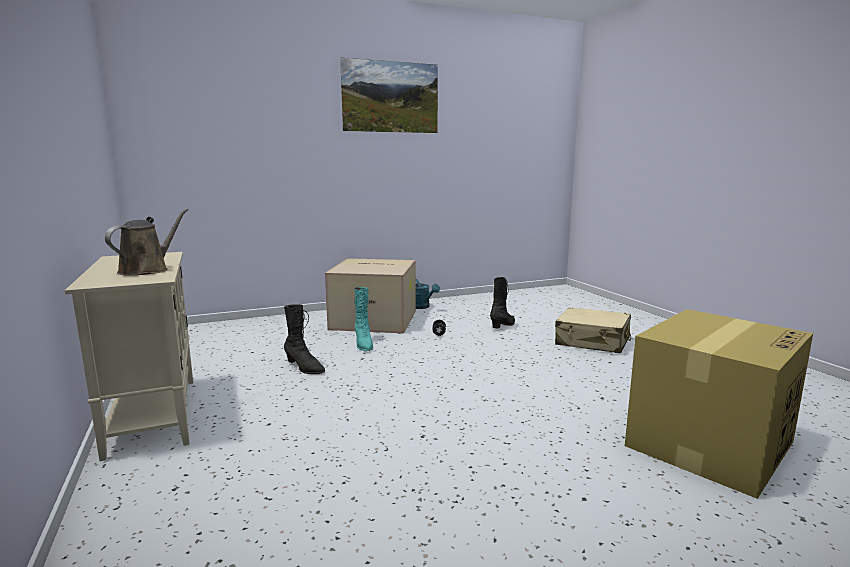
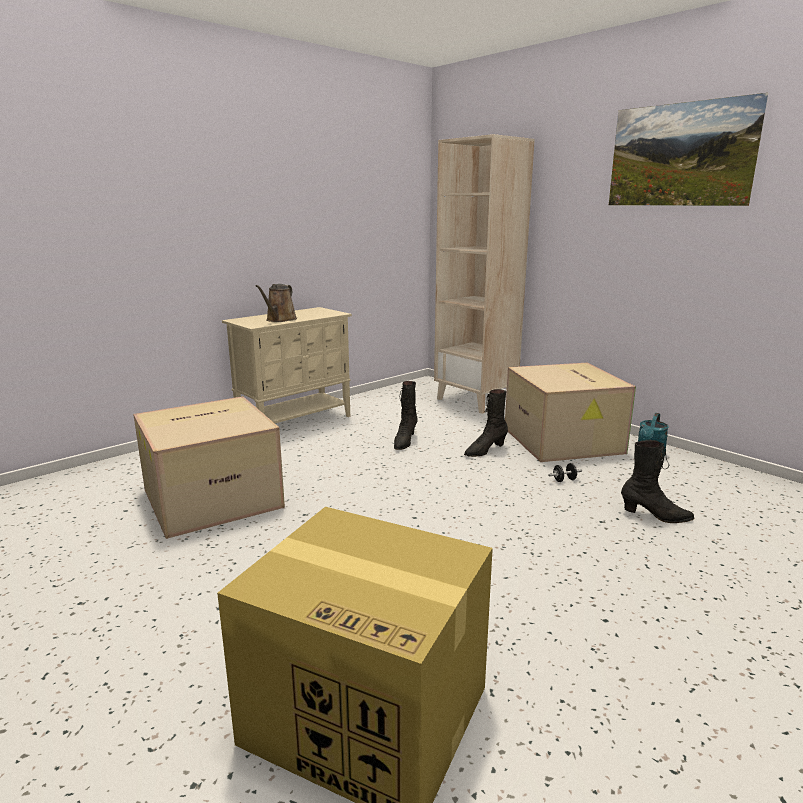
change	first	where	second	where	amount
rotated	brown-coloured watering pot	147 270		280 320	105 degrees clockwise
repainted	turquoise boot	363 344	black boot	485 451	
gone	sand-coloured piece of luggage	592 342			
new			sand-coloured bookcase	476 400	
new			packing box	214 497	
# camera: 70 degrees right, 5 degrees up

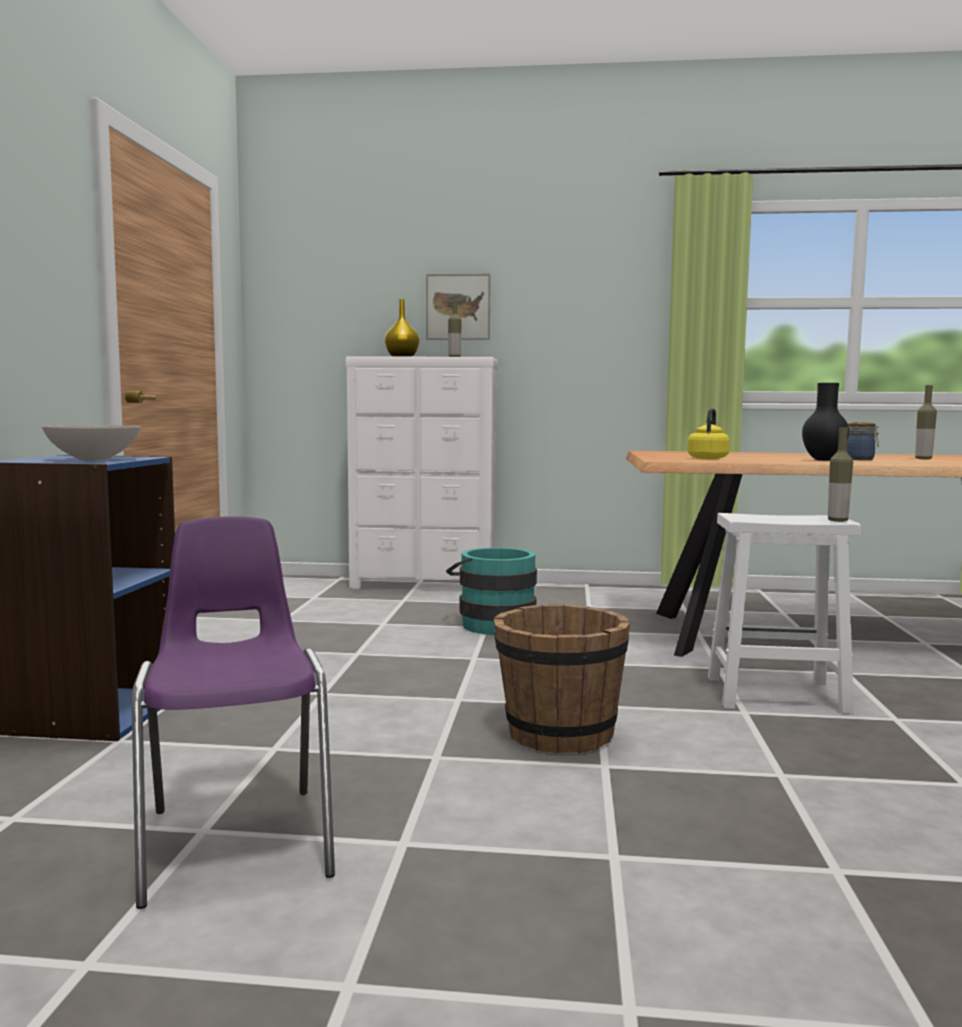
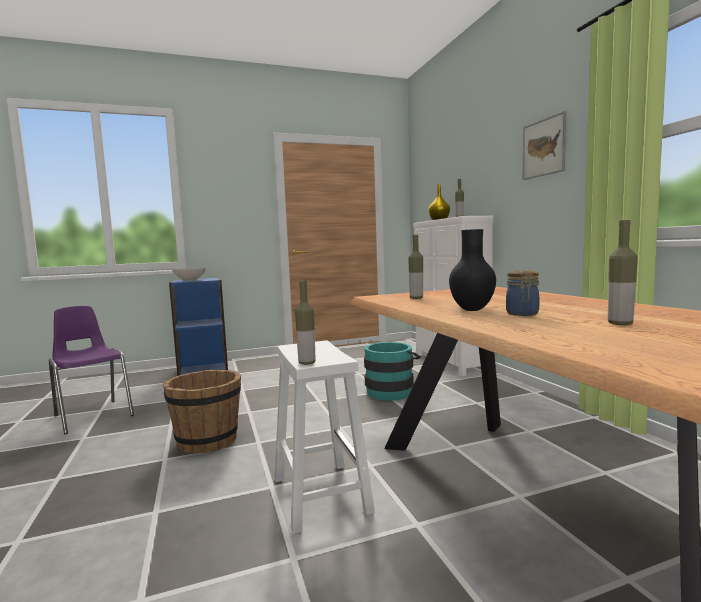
change	first	where	second	where	amount
shifted	picture	458 307		544 147	
swapped	yellow water kettle	708 458	beverage bottle	416 298	
rotated	purple-coloured plain chair	237 839		93 415	90 degrees counterclockwise
# camera: 65 degrees right, 0 degrees up

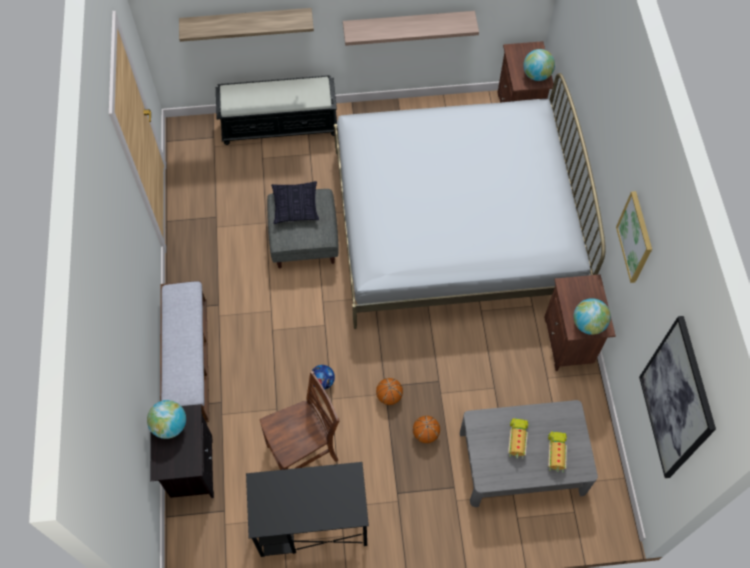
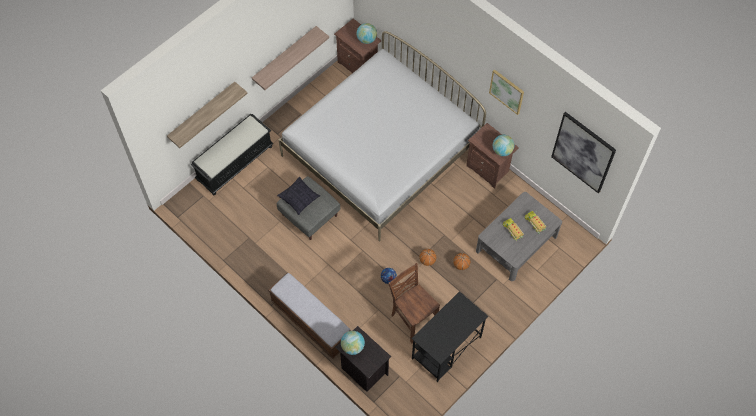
change	first	where	second	where	amount
rotated	brown-coloured plain chair	304 454		412 319	60 degrees counterclockwise
# camera: 40 degrees left, 0 degrees up

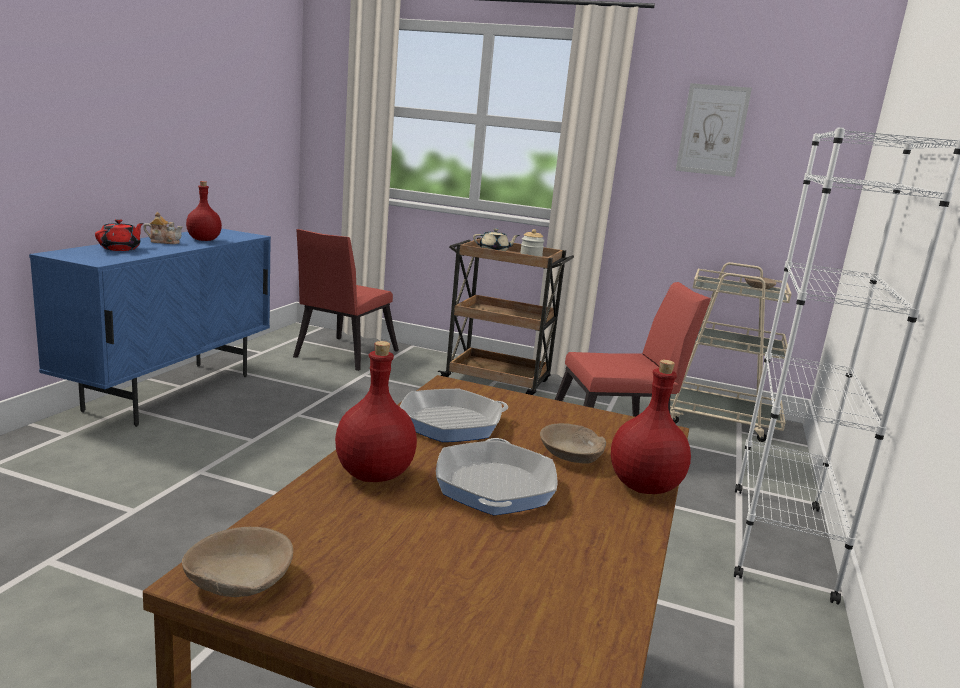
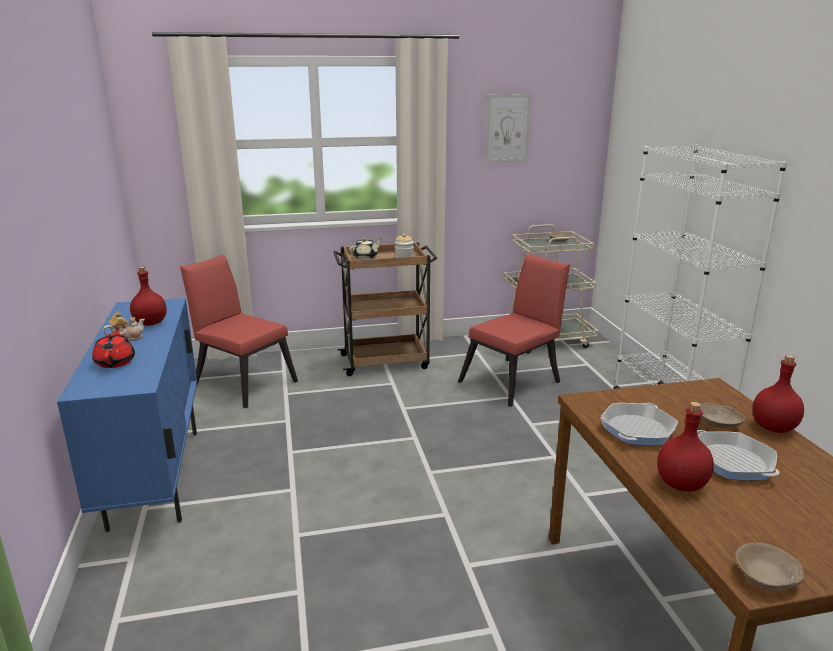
change	first	where	second	where	amount
rotated	reddish plain chair	342 355		242 382	135 degrees clockwise
# camera: 30 degrees left, 5 degrees up

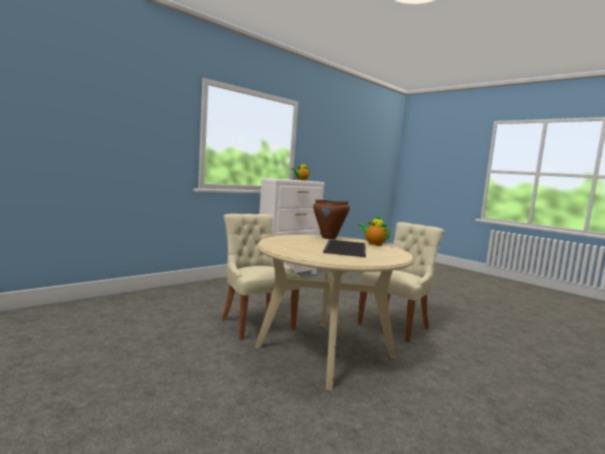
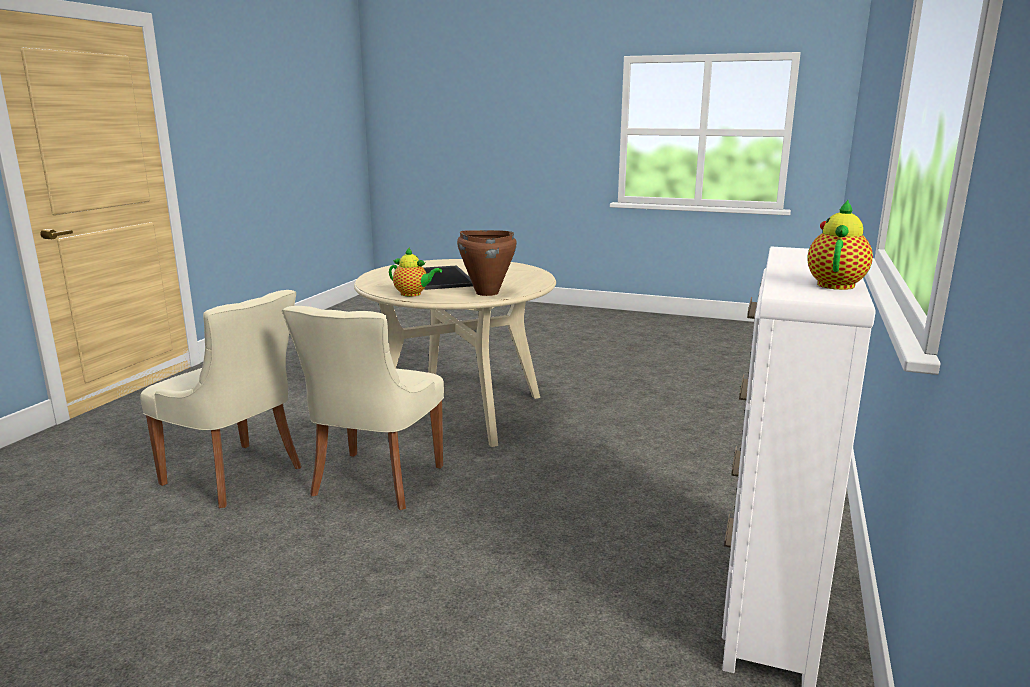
change	first	where	second	where	amount
shifted	sand-coloured plain chair	255 323		237 476	
# camera: 155 degrees right, 10 degrees up

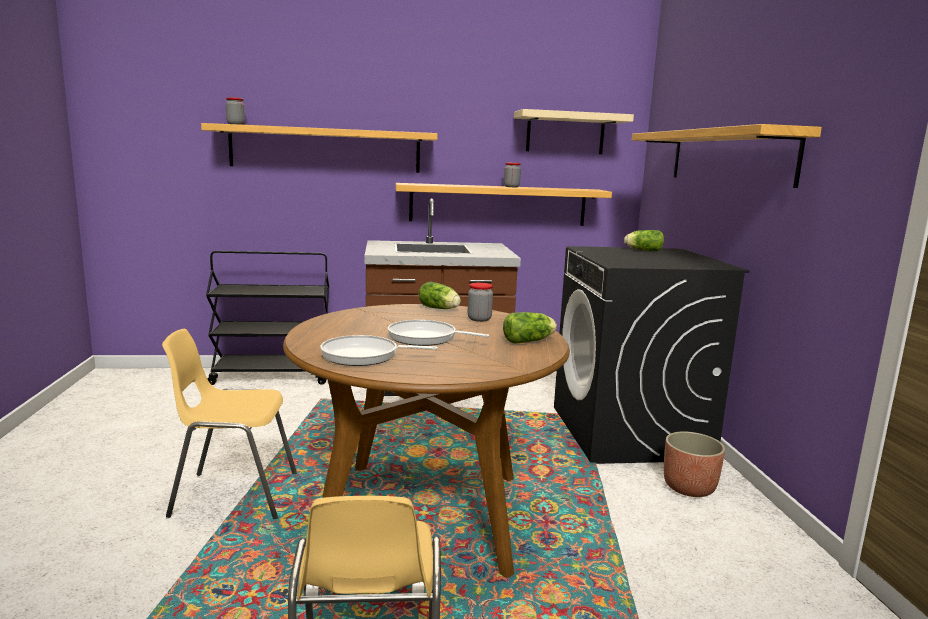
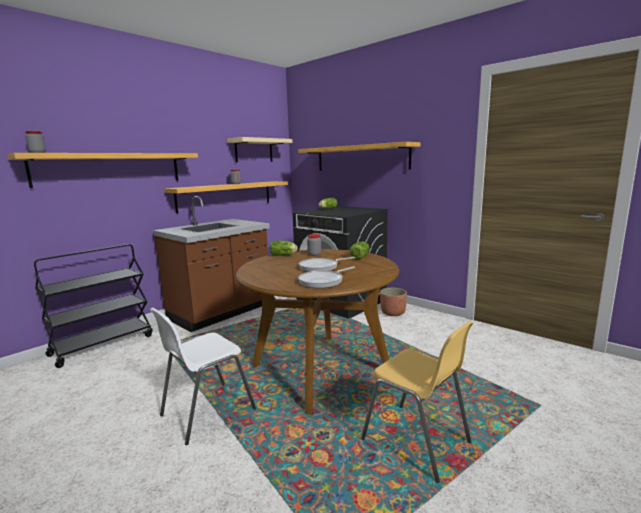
change	first	where	second	where	amount
repainted	yellow plain chair	234 494	white-coloured plain chair	206 412	
# camera: 40 degrees left, 0 degrees up

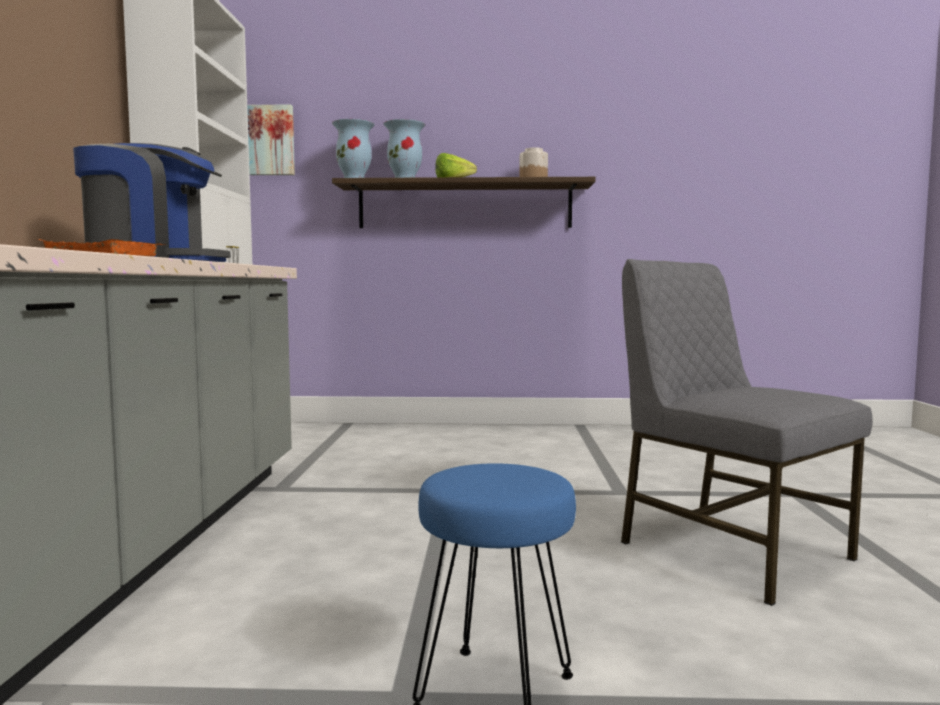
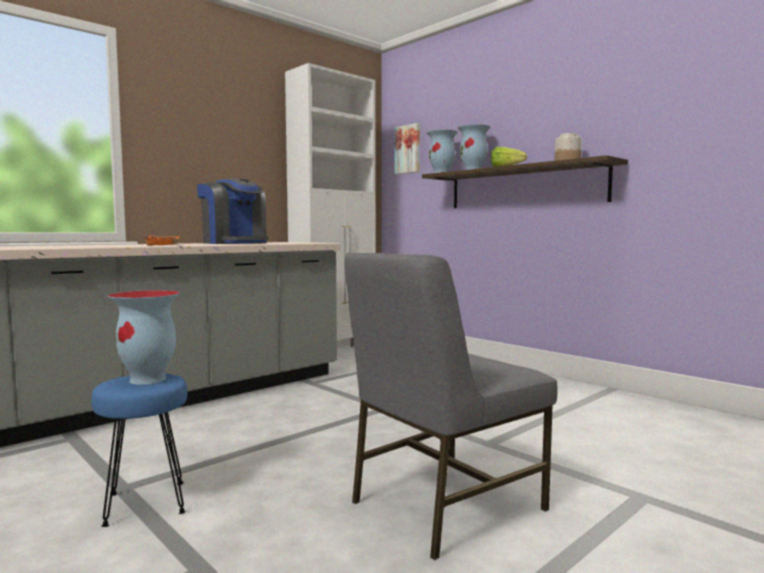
change	first	where	second	where	amount
rotated	grey plain chair	729 550		443 505	135 degrees counterclockwise
new			vase	149 379	
# camera: 45 degrees right, 0 degrees up

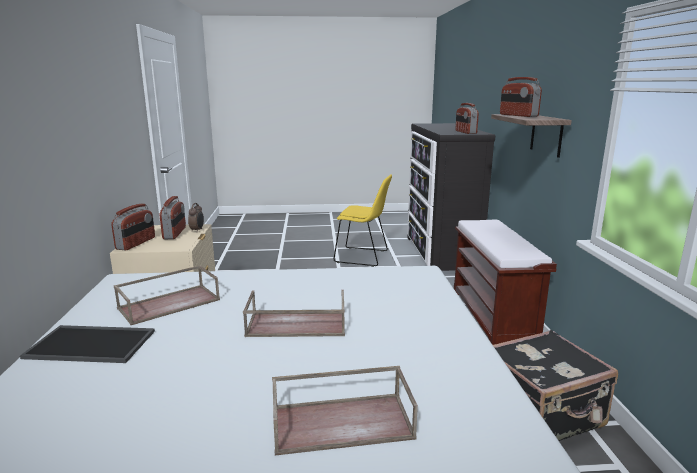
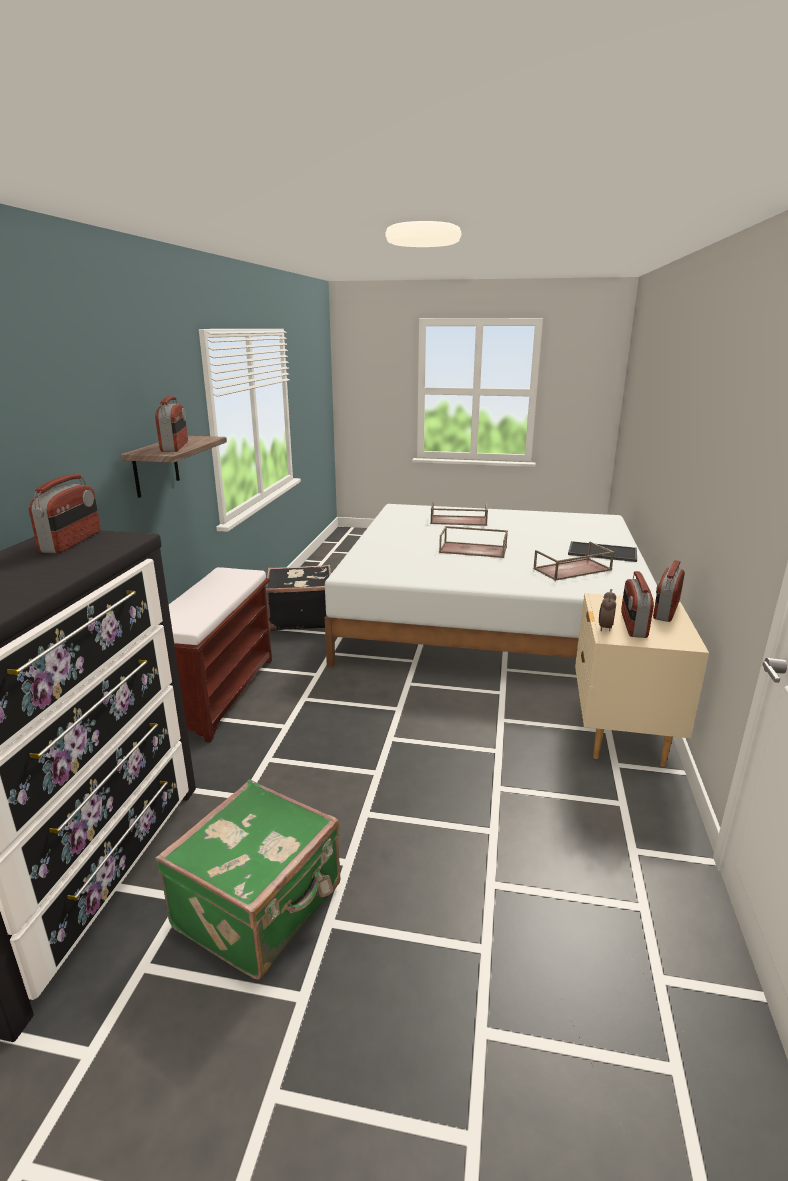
change	first	where	second	where	amount
swapped	yellow plain chair	363 257	greenish piece of luggage	261 907	
# camera: 165 degrees left, 5 degrees up

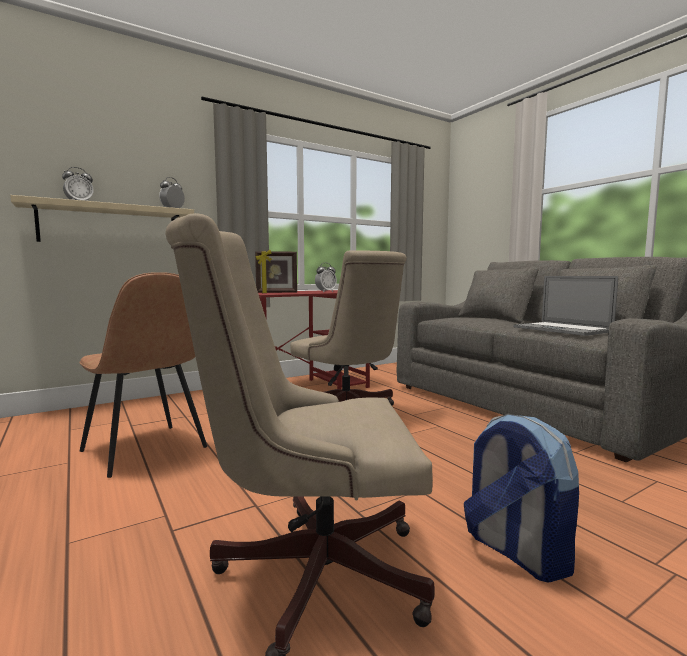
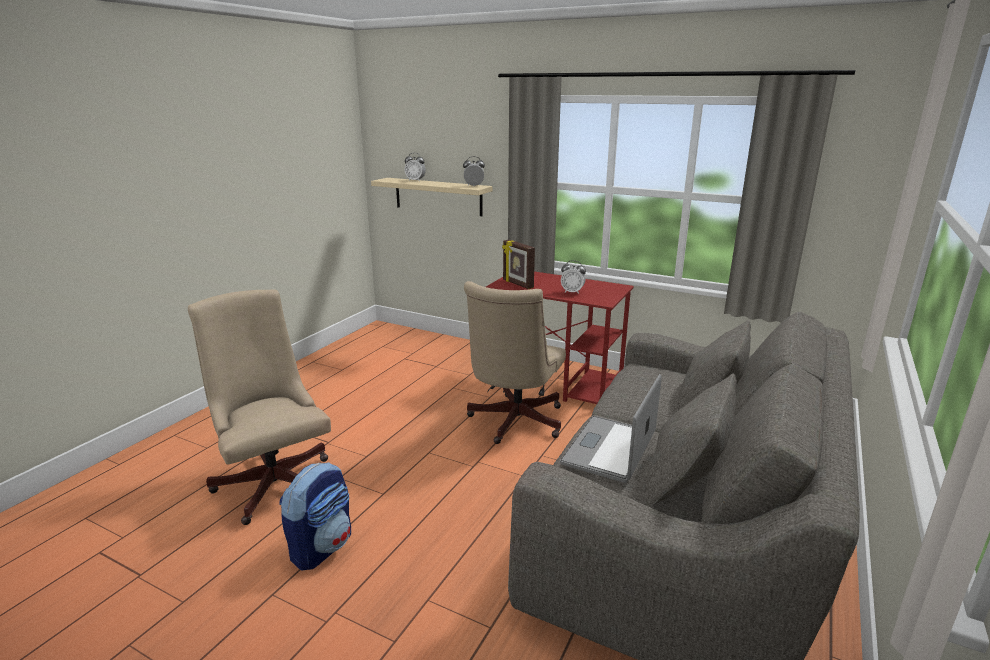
change	first	where	second	where	amount
gone	brown-coloured plain chair	145 450			
# camera: 60 degrees right, 15 degrees up

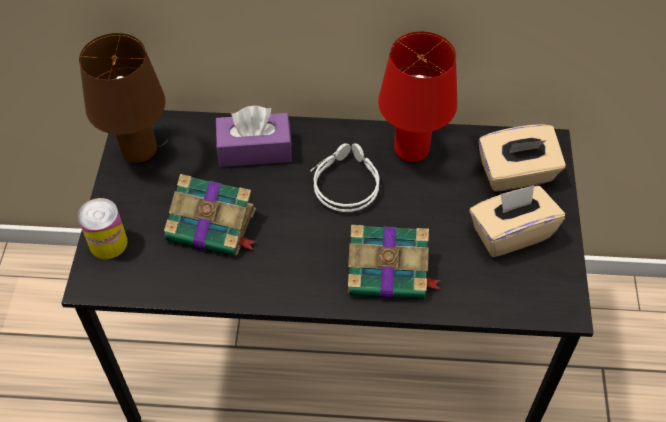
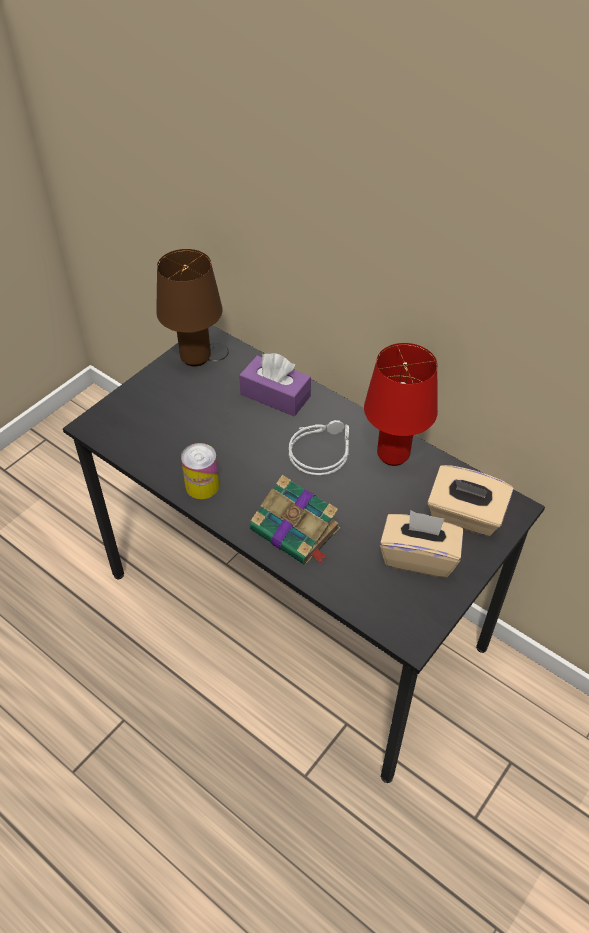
change	first	where	second	where	amount
gone	volume	213 226			
shifted	can	108 243		202 486	
# camera: 35 degrees right, 5 degrees down

